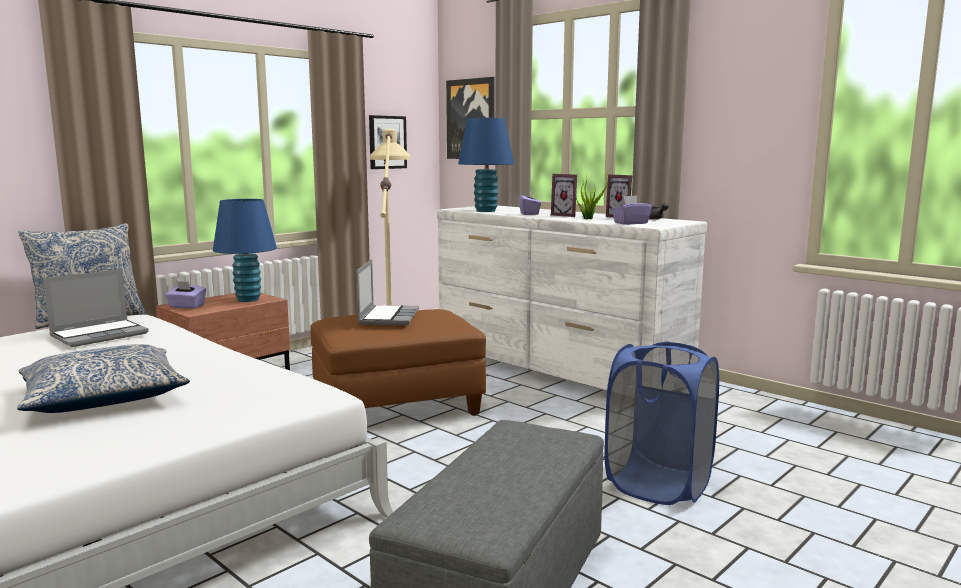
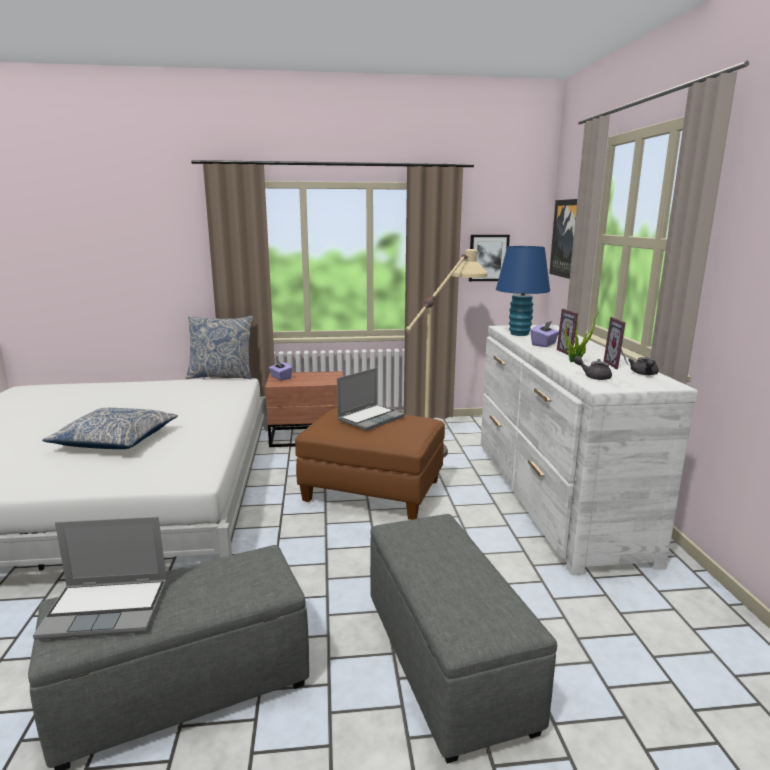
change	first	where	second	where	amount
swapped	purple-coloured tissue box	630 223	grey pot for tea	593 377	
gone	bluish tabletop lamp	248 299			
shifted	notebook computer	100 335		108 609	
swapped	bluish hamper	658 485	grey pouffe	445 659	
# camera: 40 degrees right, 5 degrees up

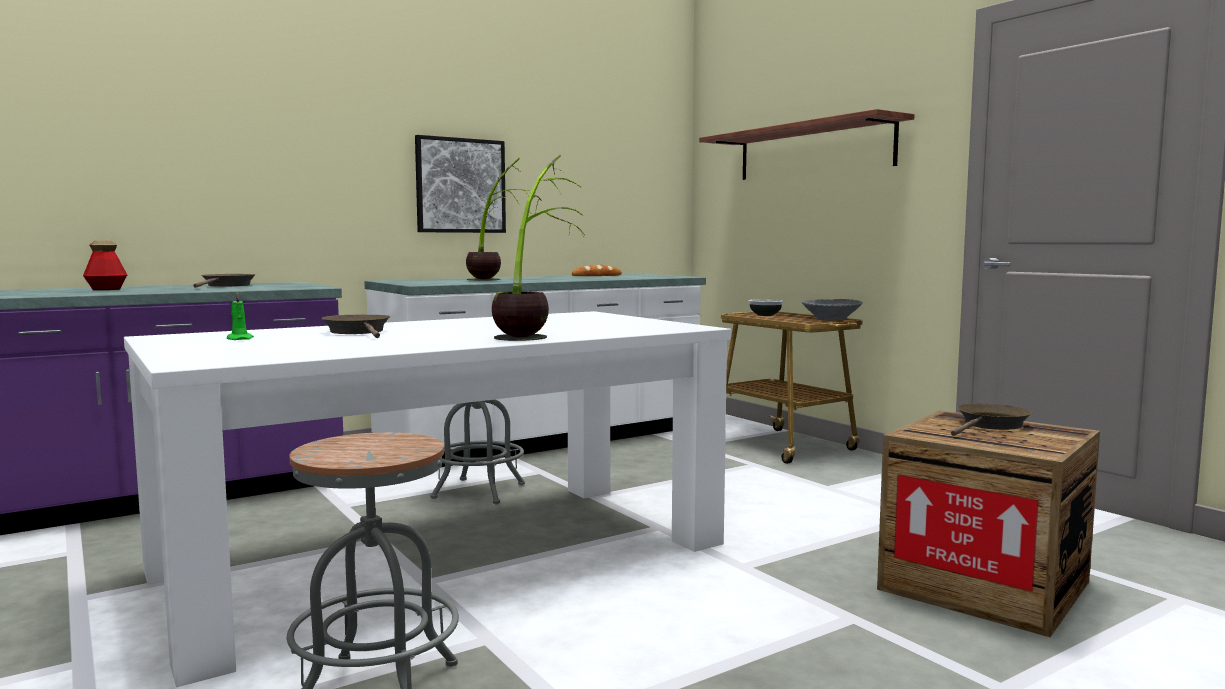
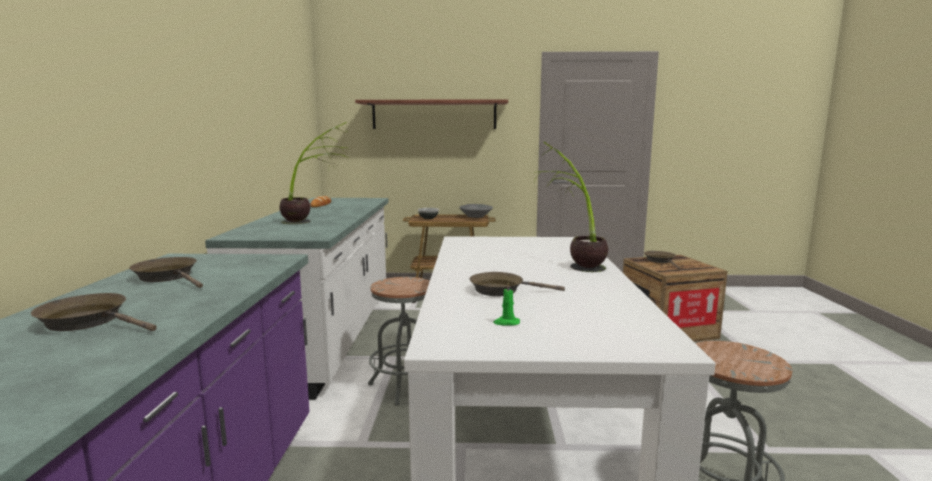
change	first	where	second	where	amount
gone	picture	460 185			
swapped	beverage bottle	106 289	brown-coloured frying pan	89 321	
# camera: 55 degrees left, 5 degrees up

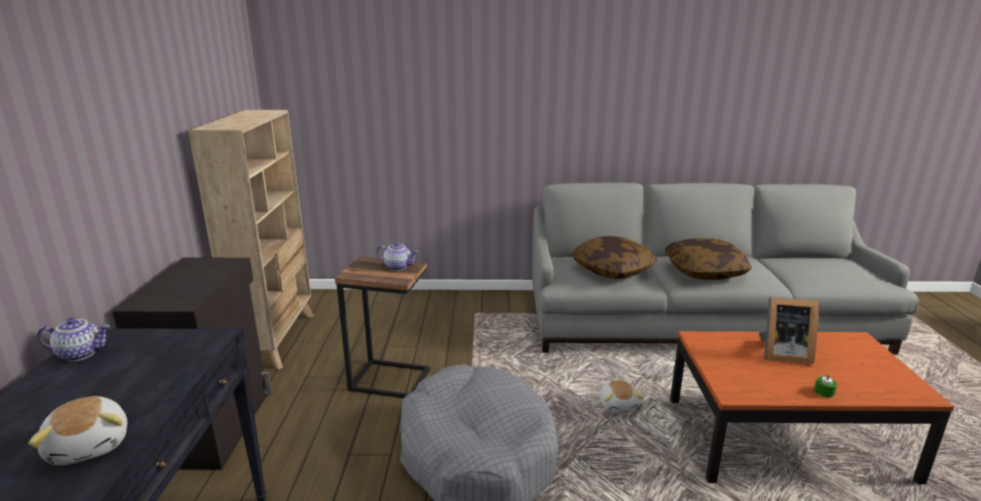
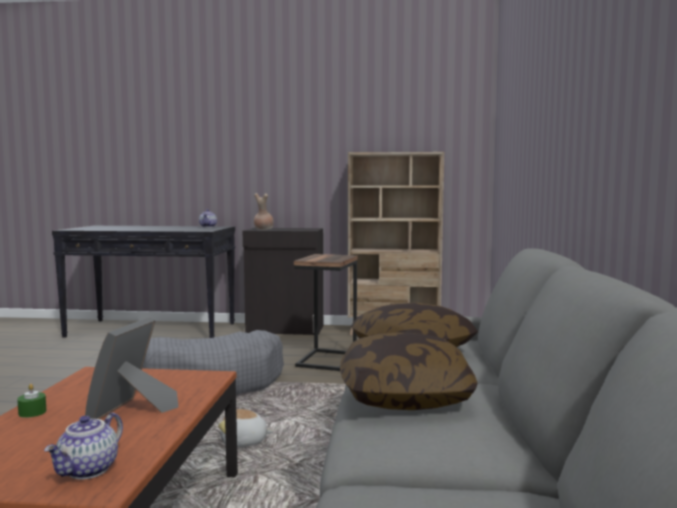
change	first	where	second	where	amount
shifted	pot for tea	398 267		88 470	
gone	plush toy	91 445			
new			brown-coloured vase	263 229	
# camera: 95 degrees right, 15 degrees down

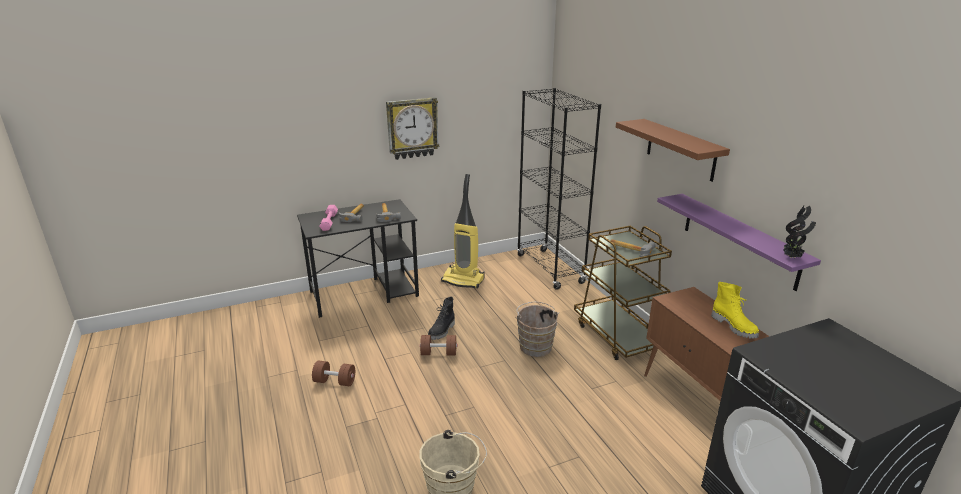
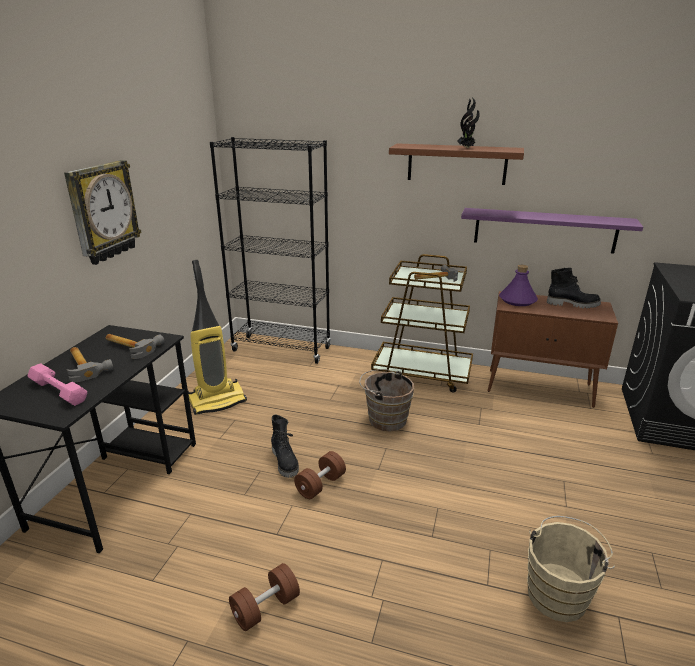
change	first	where	second	where	amount
shifted	houseplant	792 257		467 148	
repainted	yellow boot	734 326	black boot	572 304	
new			purple-coloured beverage bottle	517 300	
# camera: 50 degrees left, 0 degrees up

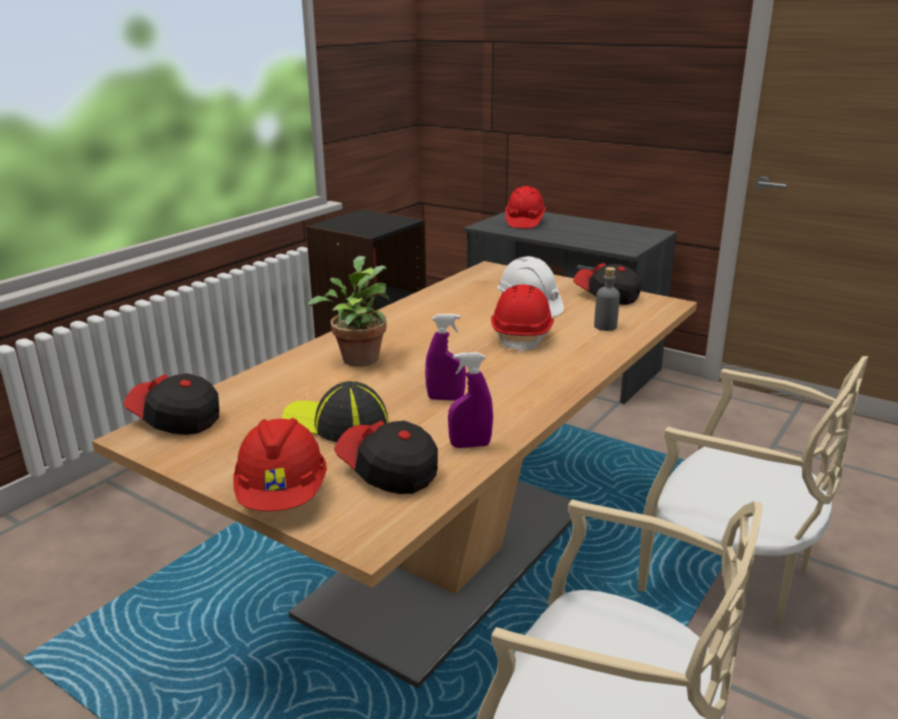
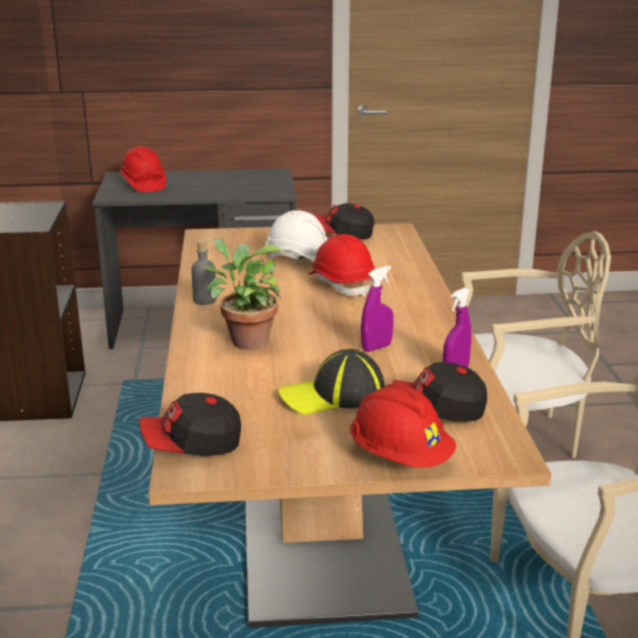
change	first	where	second	where	amount
shifted	grey beverage bottle	605 326		204 300	
# camera: 40 degrees left, 0 degrees up

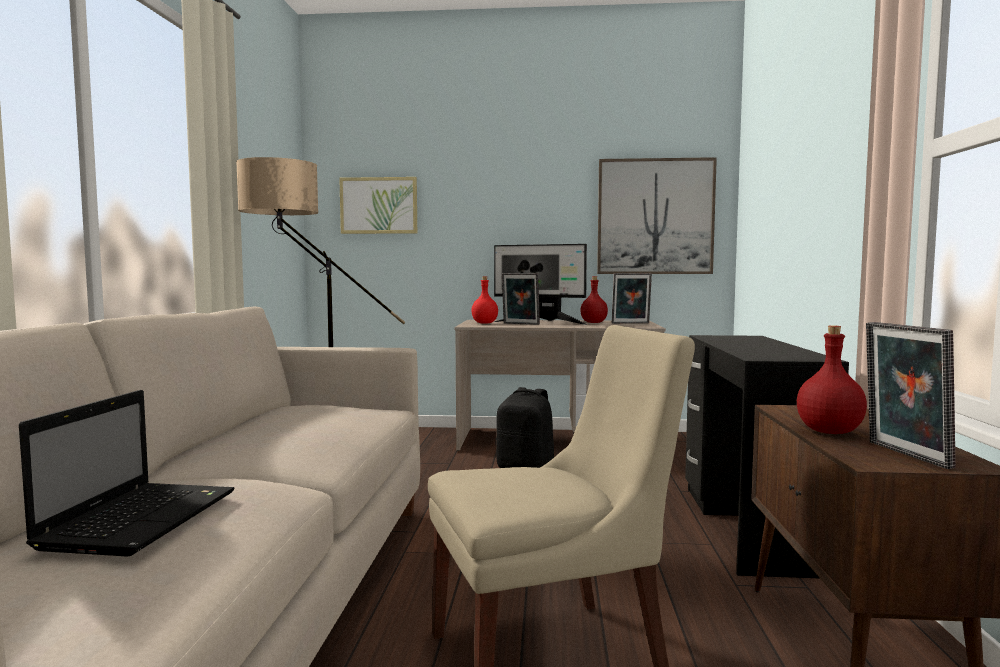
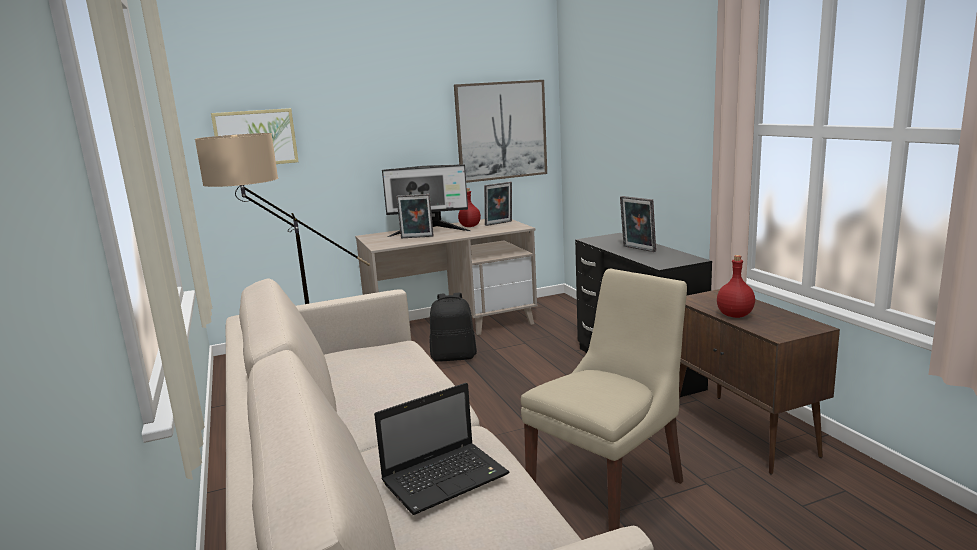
change	first	where	second	where	amount
gone	reddish beverage bottle	484 323			
shifted	picture frame	903 455		637 249	
rotated	notebook computer	142 518		447 478	75 degrees clockwise
# camera: 25 degrees left, 10 degrees up

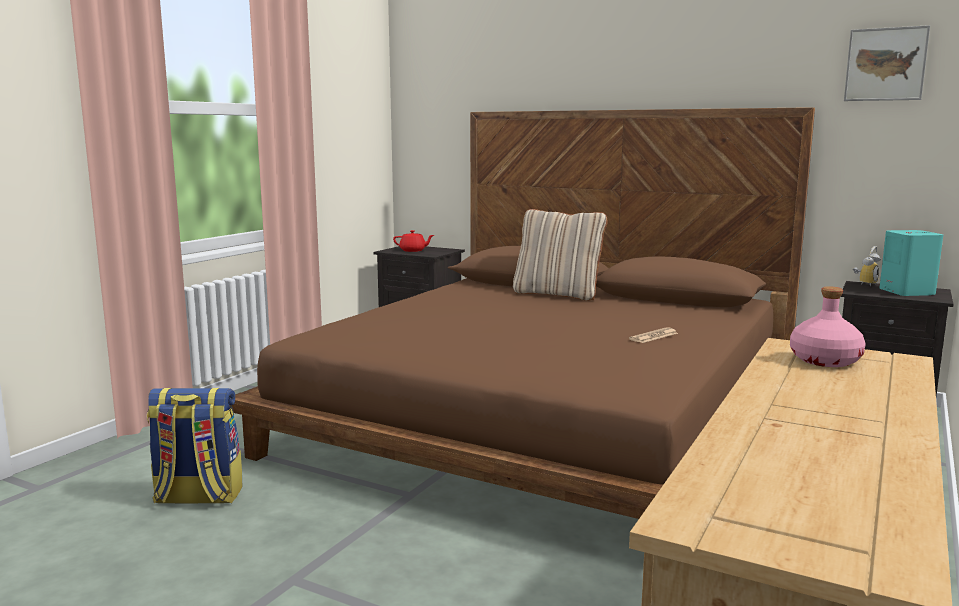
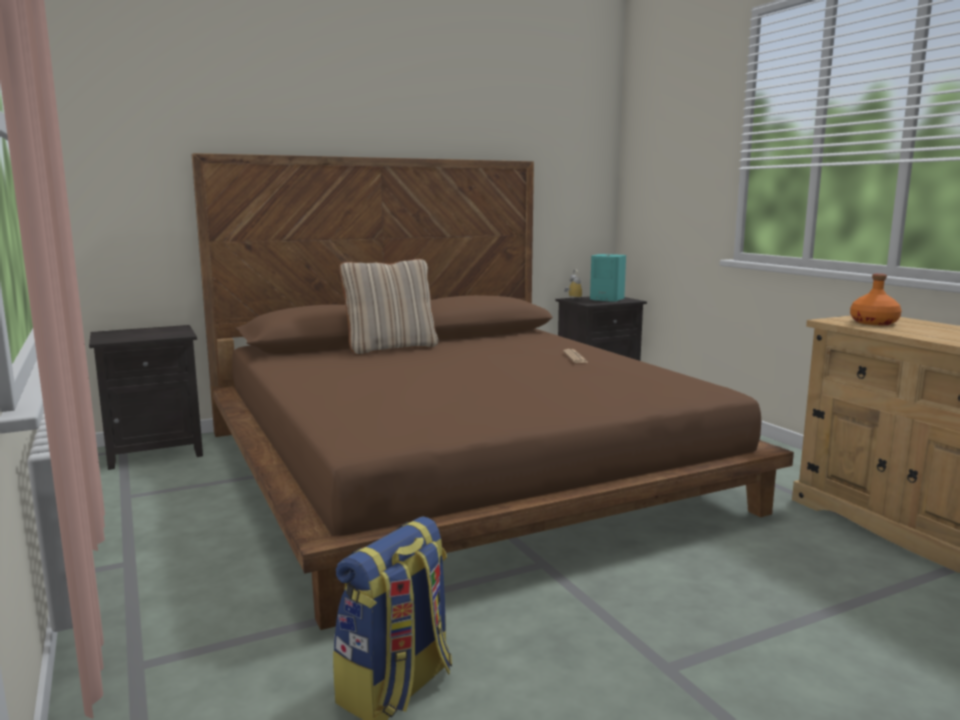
change	first	where	second	where	amount
gone	picture	885 64			
gone	reddish pot for tea	413 250			
repainted	pink-coloured beverage bottle	824 360	orangey beverage bottle	873 322	
# camera: 55 degrees left, 0 degrees up

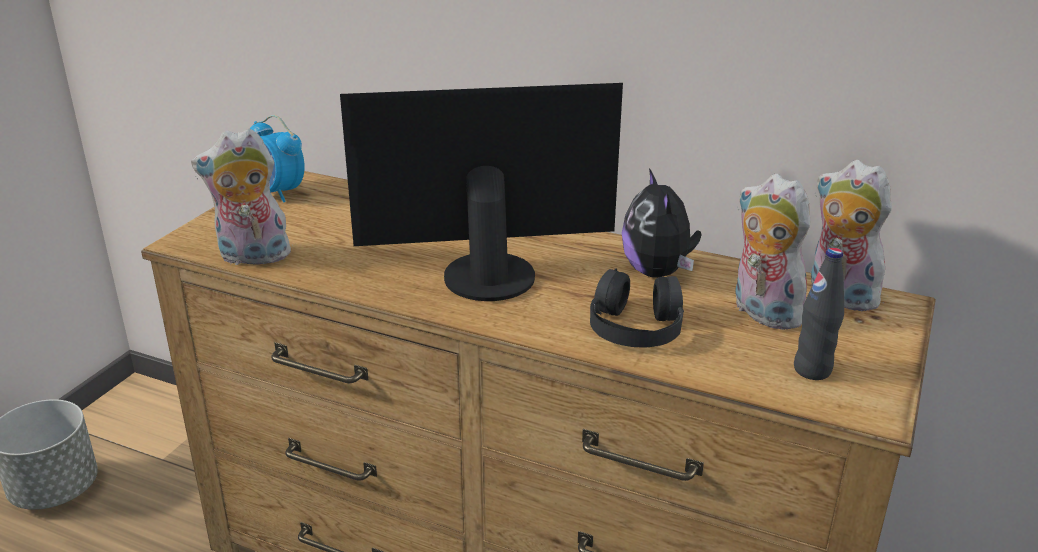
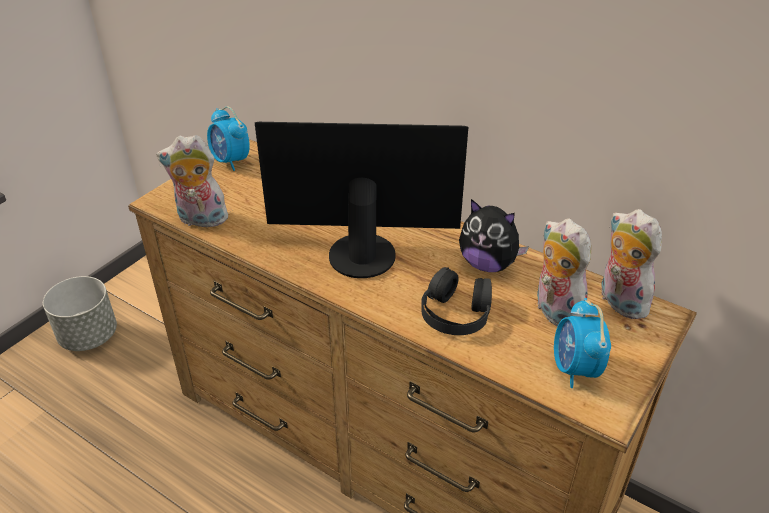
change	first	where	second	where	amount
rotated	plush toy	658 272		488 264	60 degrees counterclockwise
swapped	black beverage bottle	812 370	bedside clock	575 369	
# camera: 10 degrees right, 10 degrees up

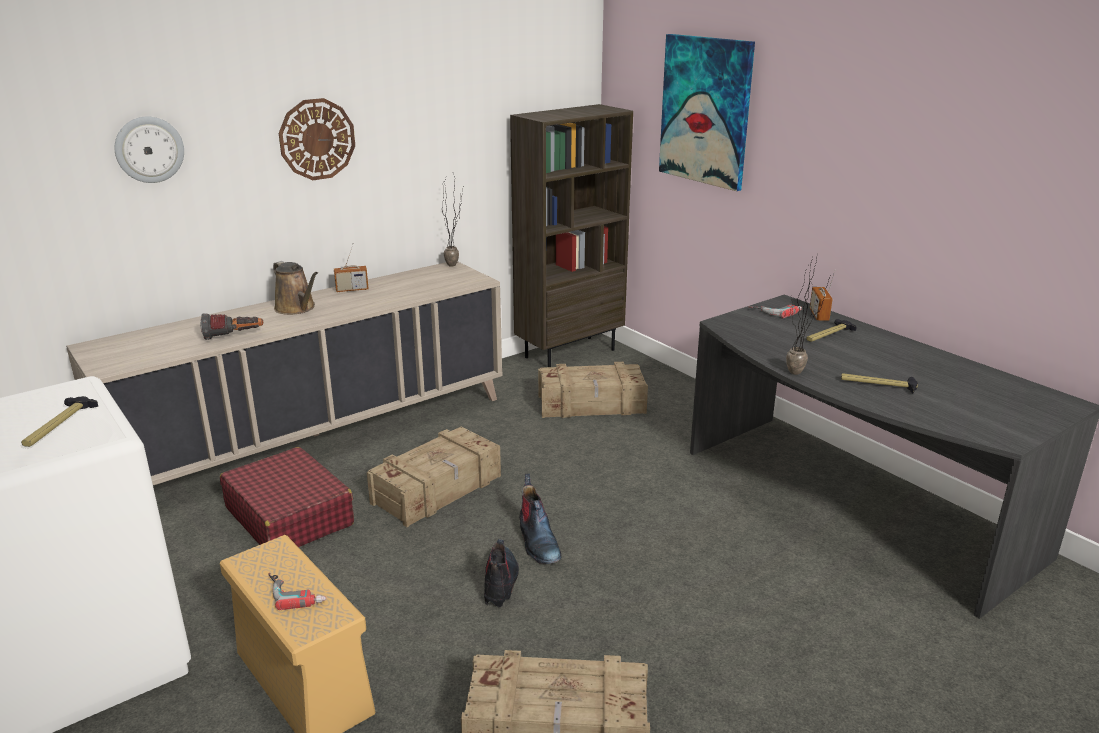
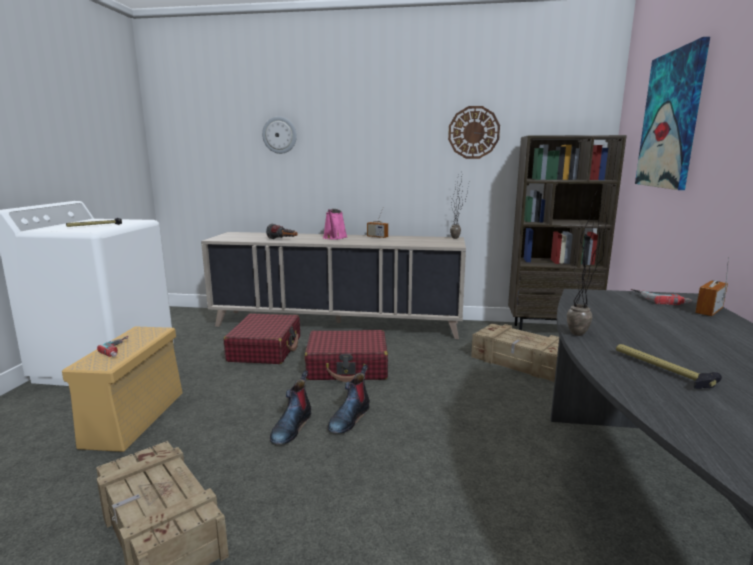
change	first	where	second	where	amount
shifted	clock on the wall	317 139		473 132	
repainted	brown-coloured watering pot	297 308	pink-coloured watering pot	334 237	
gone	hammer	828 335			
swapped	packing crate	438 489	reddish piece of luggage	347 367	
rotated	boot	500 582		291 427	150 degrees clockwise
# camera: 45 degrees right, 10 degrees down

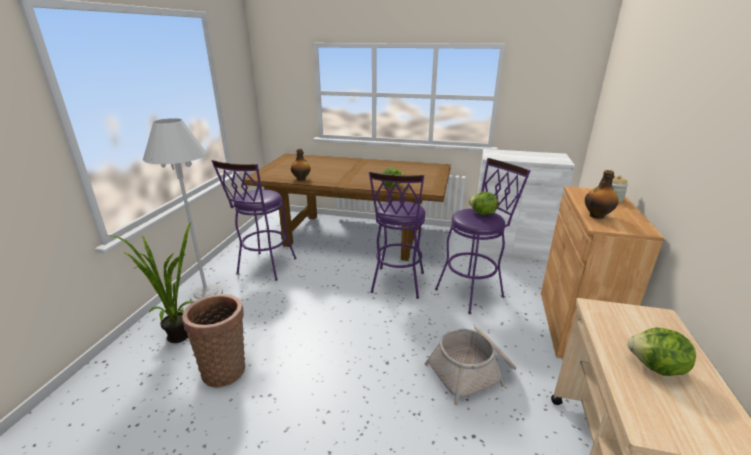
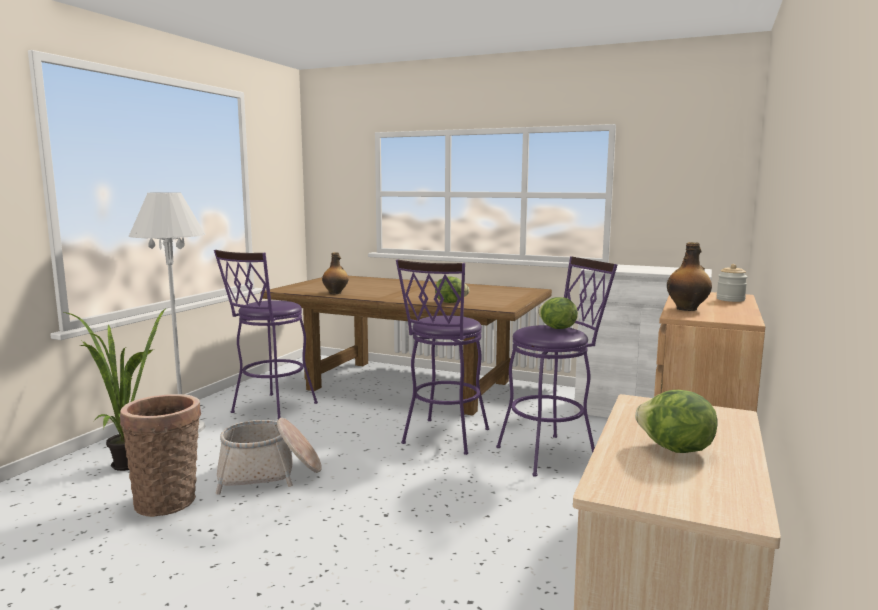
change	first	where	second	where	amount
shifted	household basket	472 372		269 474	
# camera: 10 degrees right, 15 degrees down

